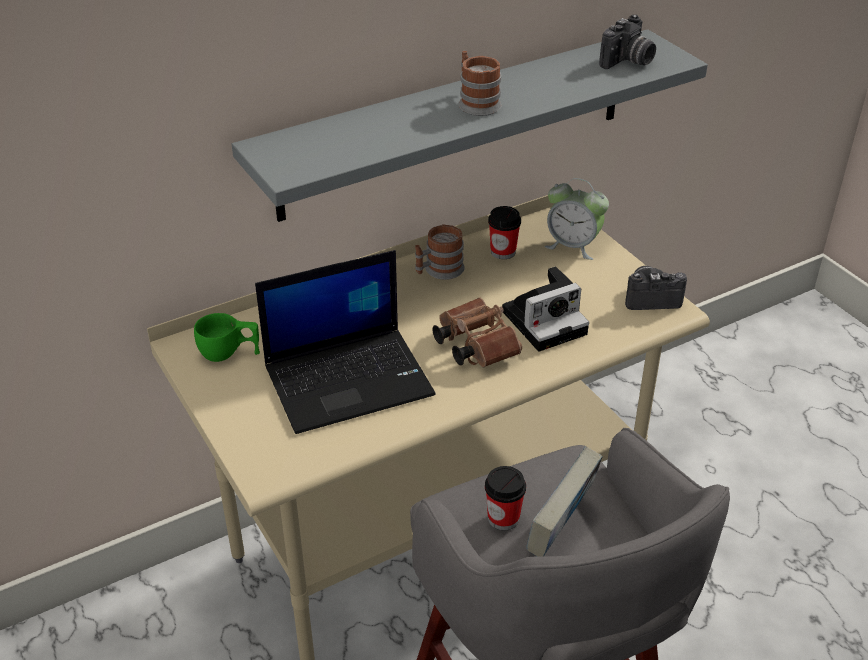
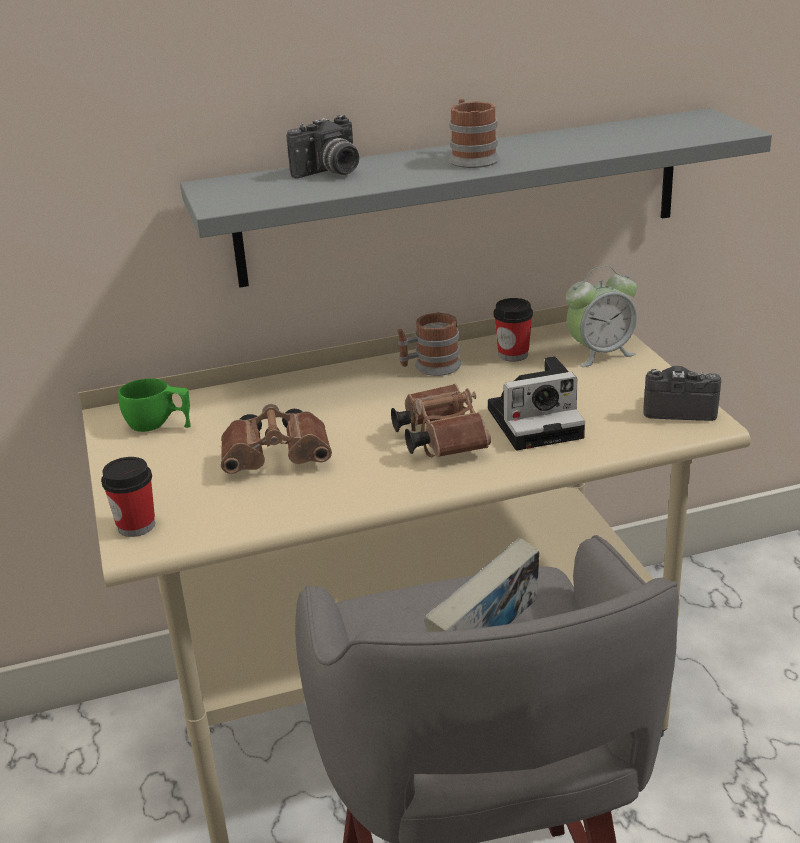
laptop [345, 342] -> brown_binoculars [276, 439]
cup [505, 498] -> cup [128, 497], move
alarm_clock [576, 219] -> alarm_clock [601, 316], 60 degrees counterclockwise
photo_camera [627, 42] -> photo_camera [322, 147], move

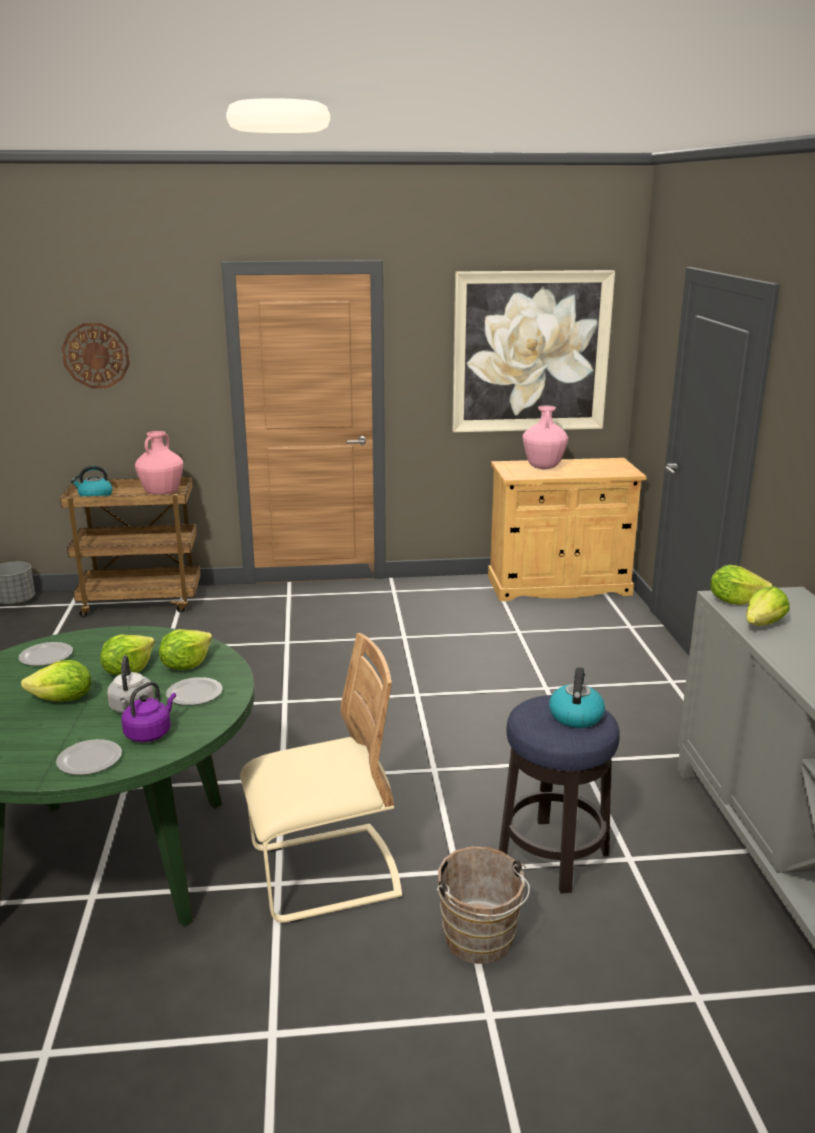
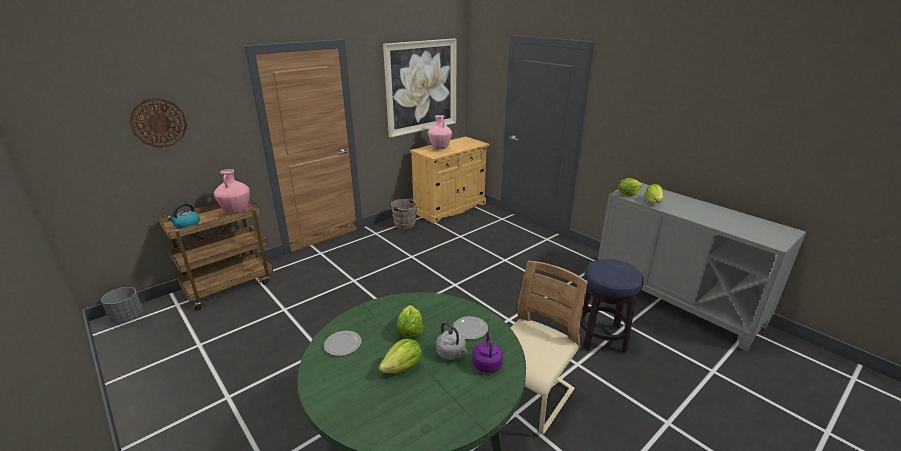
plate [89, 757] -> none
lettuce [185, 649] -> none
brown_bucket [483, 905] -> brown_bucket [405, 213], move
kettle [577, 697] -> none

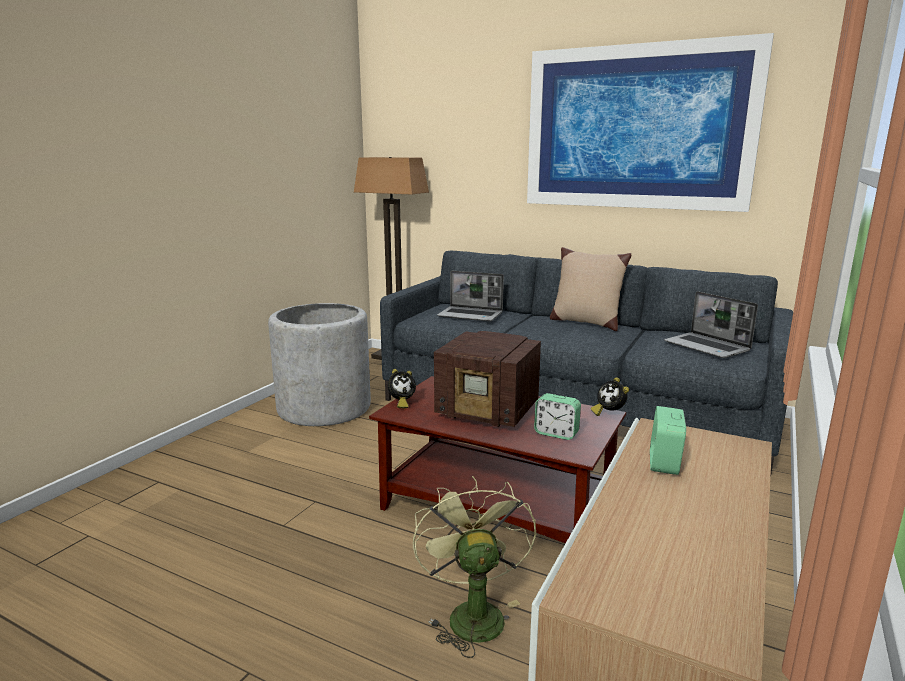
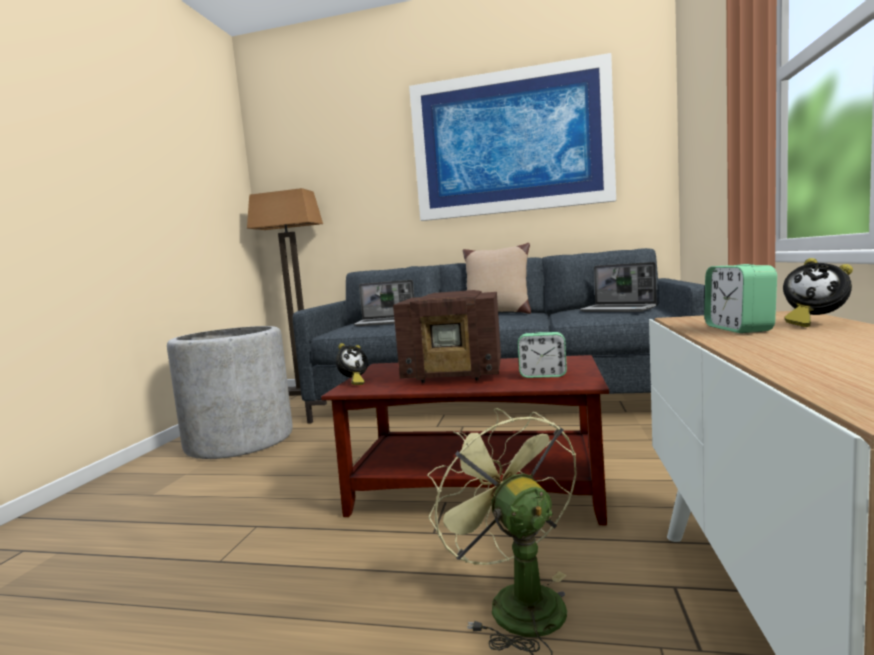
alarm_clock [610, 396] -> alarm_clock [818, 292], move

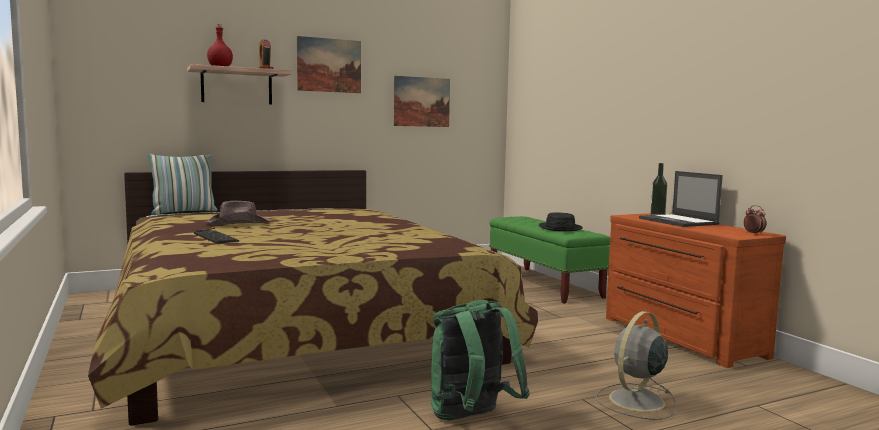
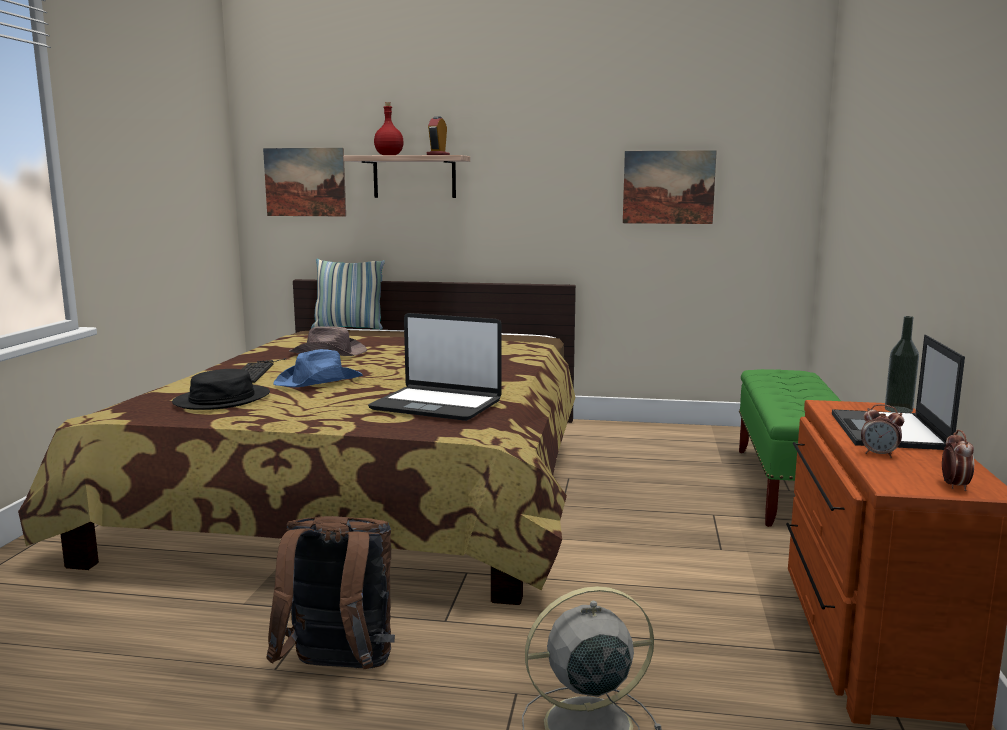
picture [329, 64] -> picture [304, 182], move
green_backpack [480, 360] -> brown_backpack [330, 592]
black_hat [561, 221] -> black_hat [221, 389], move
none -> blue_hat [318, 368]
none -> laptop [435, 367]
none -> alarm_clock [882, 431]

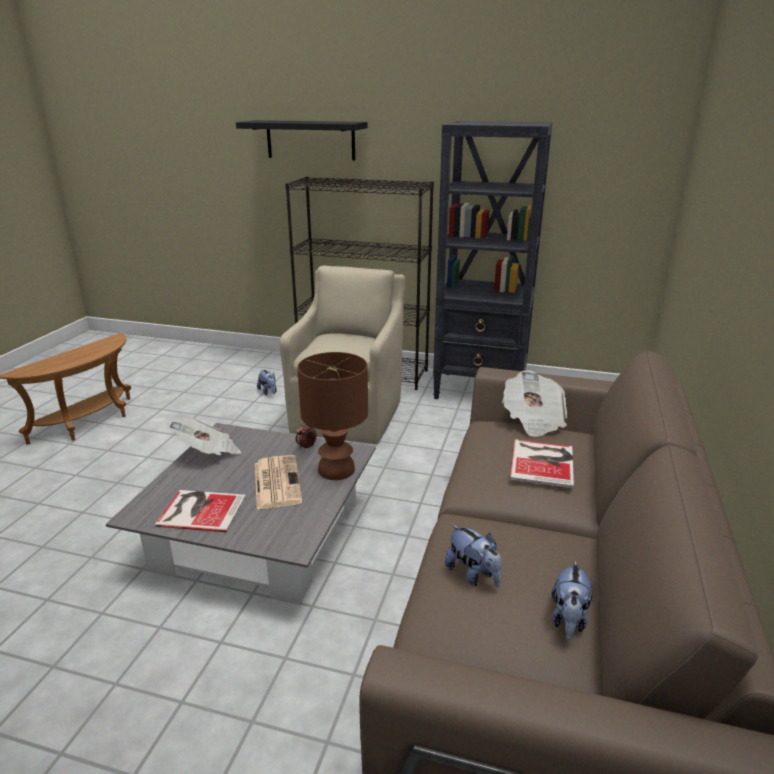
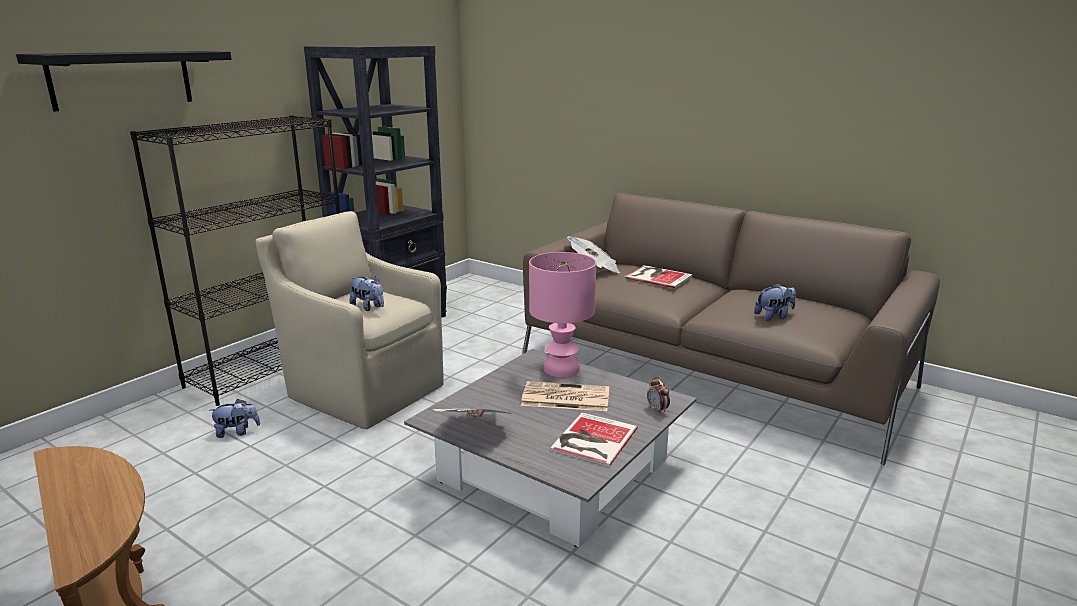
alarm_clock [306, 436] -> alarm_clock [658, 396], move
brown_table_lamp [332, 416] -> pink_table_lamp [562, 314]
plush_toy [571, 600] -> plush_toy [366, 293], move

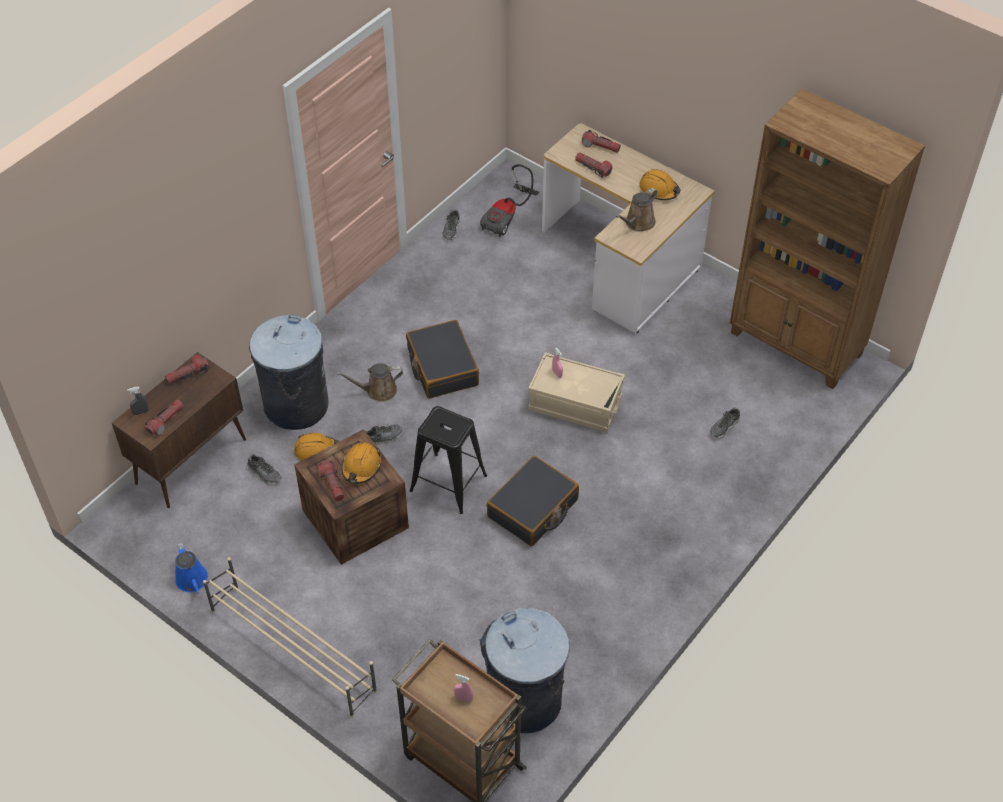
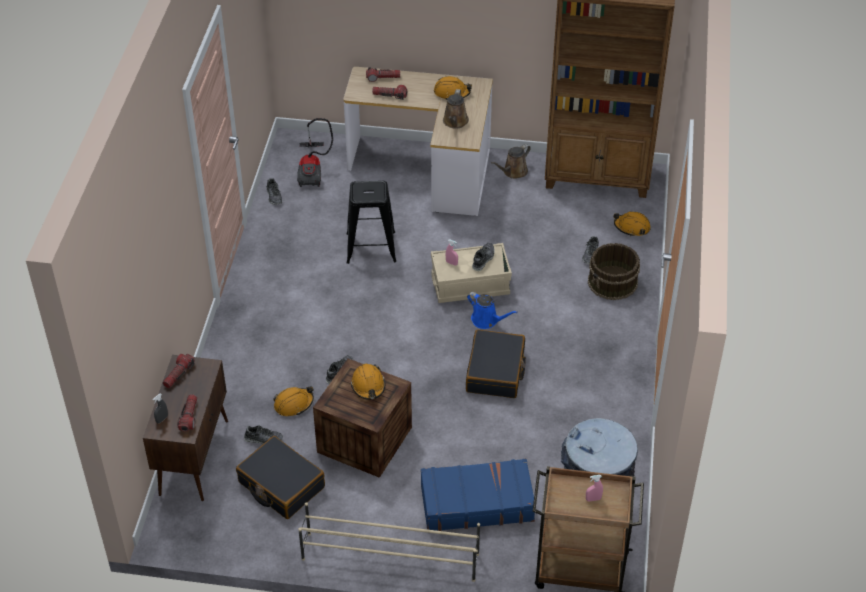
blue_watering_can [191, 568] -> blue_watering_can [492, 310], move
grey_trash_can [288, 372] -> none
flashlight [331, 480] -> none
brown_watering_can [369, 382] -> brown_watering_can [511, 161], move
black_suitcase [442, 359] -> black_suitcase [280, 477], move
black_stool [448, 460] -> black_stool [371, 222], move
none -> blue_suitcase [478, 495]
none -> shoe [483, 257]
none -> brown_bucket [614, 271]
none -> orange_hard_hat [632, 223]

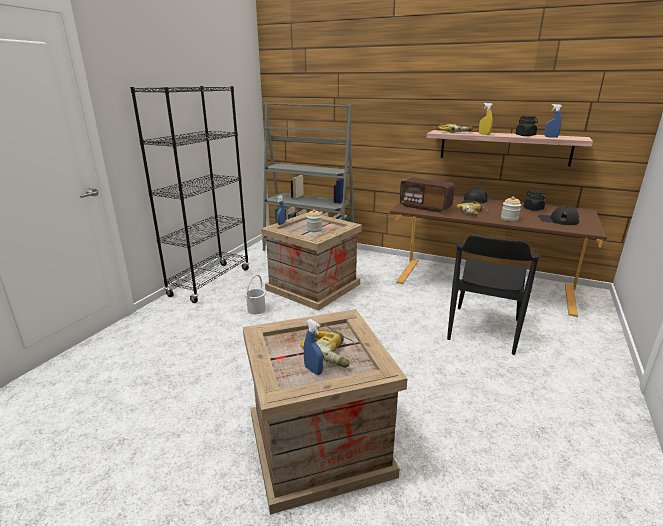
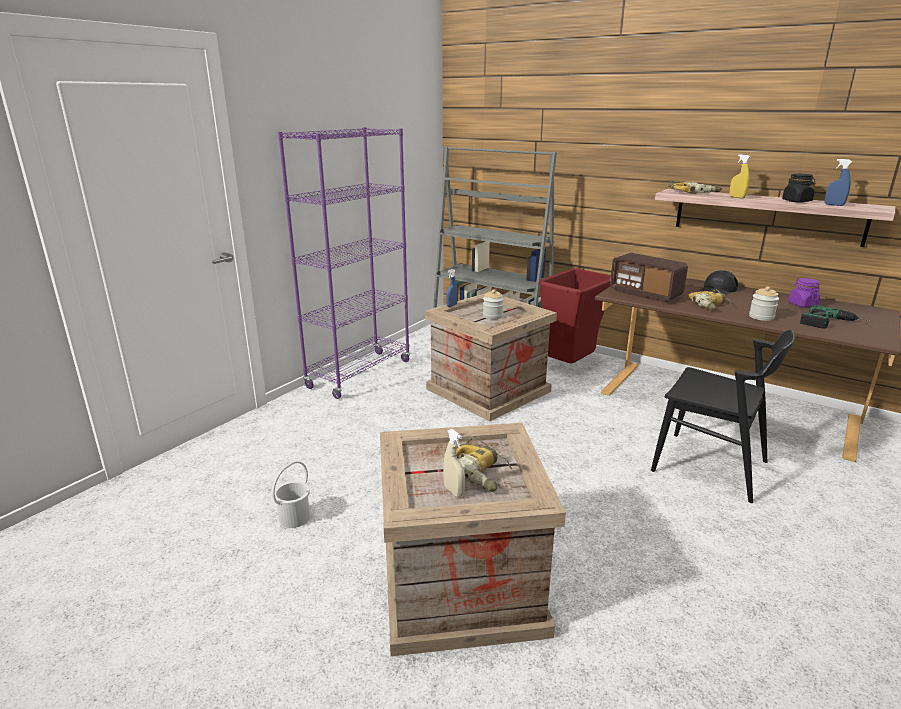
black_bookcase [189, 194] -> purple_bookcase [344, 263]
white_bucket [255, 294] -> white_bucket [291, 494], move
blue_spray_bottle [313, 347] -> beige_spray_bottle [454, 463]
black_chair [493, 295] -> black_chair [723, 416], 90 degrees counterclockwise
black_jar [534, 200] -> purple_jar [804, 292]
black_cap [558, 215] -> power_drill [835, 317]
none -> red_trash_can [575, 315]

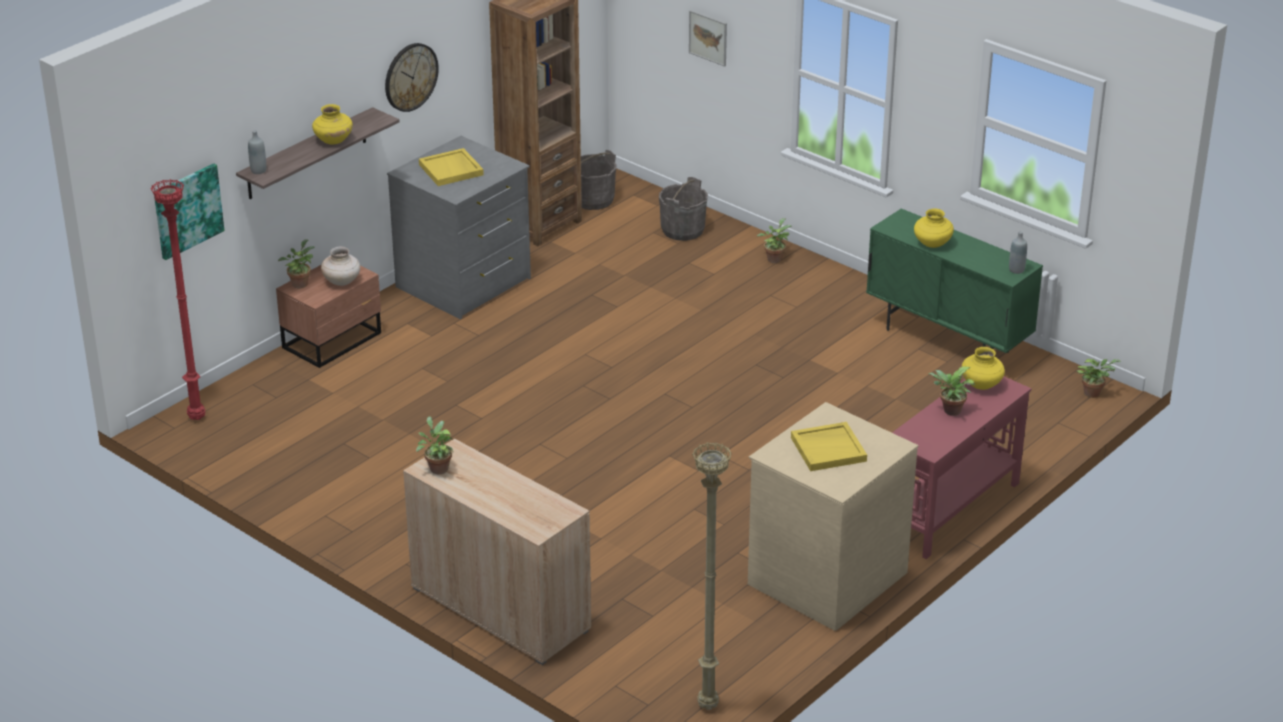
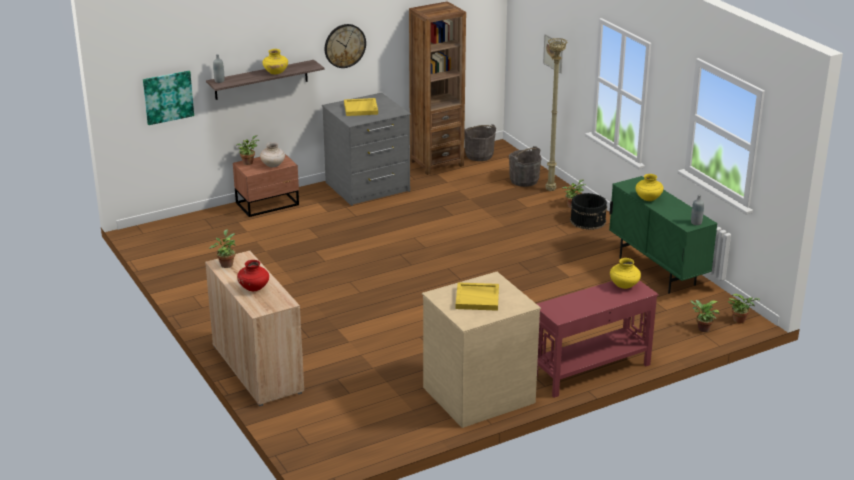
red_floor_lamp [178, 299] -> none
beige_floor_lamp [712, 576] -> beige_floor_lamp [556, 114], move
potted_plant [951, 391] -> potted_plant [705, 316], move
none -> red_vase [253, 275]
none -> black_bucket [588, 211]

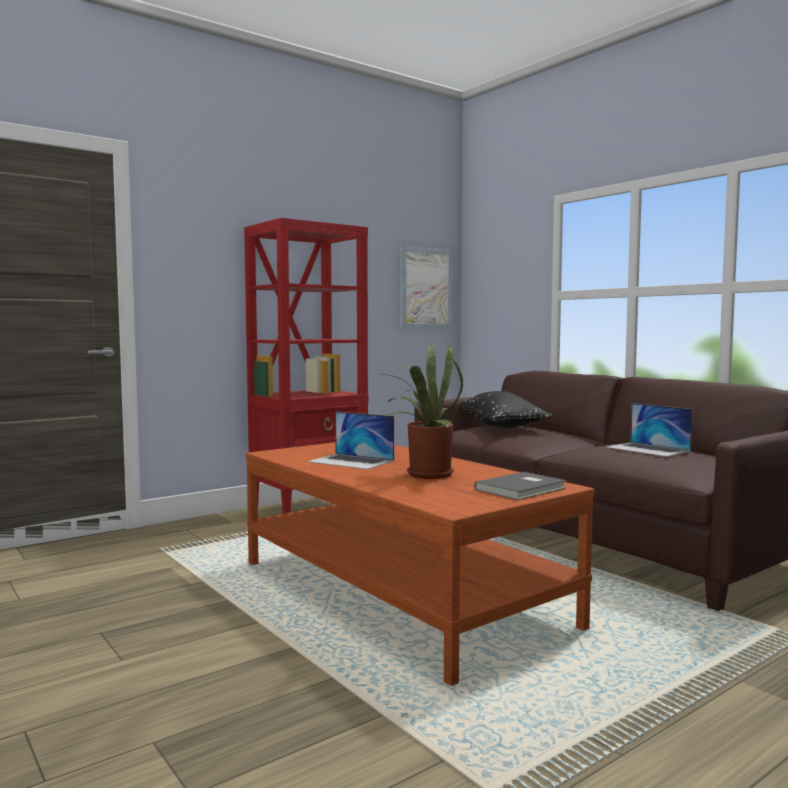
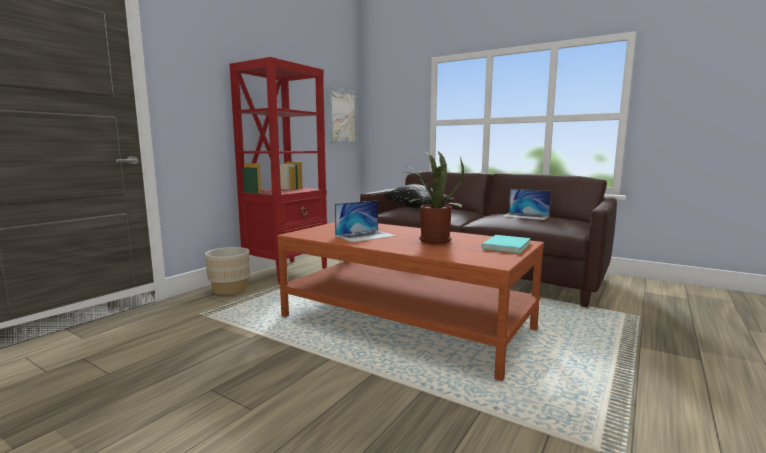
laptop [351, 440] -> laptop [366, 221], 45 degrees counterclockwise
grey_book [520, 486] -> turquoise_book [506, 244]
none -> beige_planter [227, 271]

